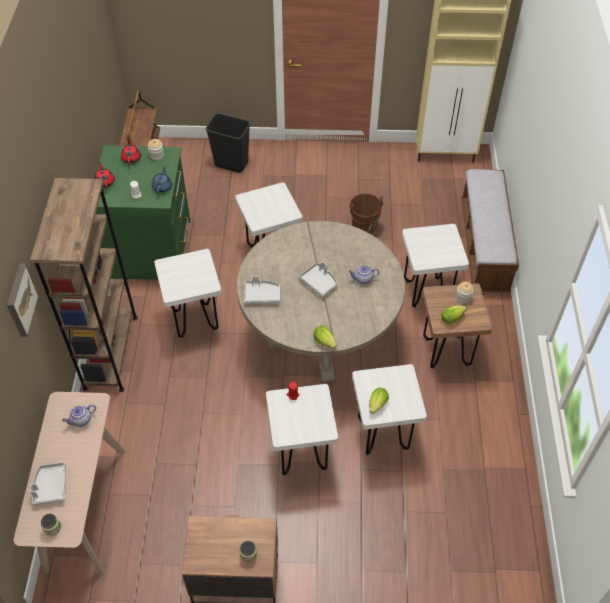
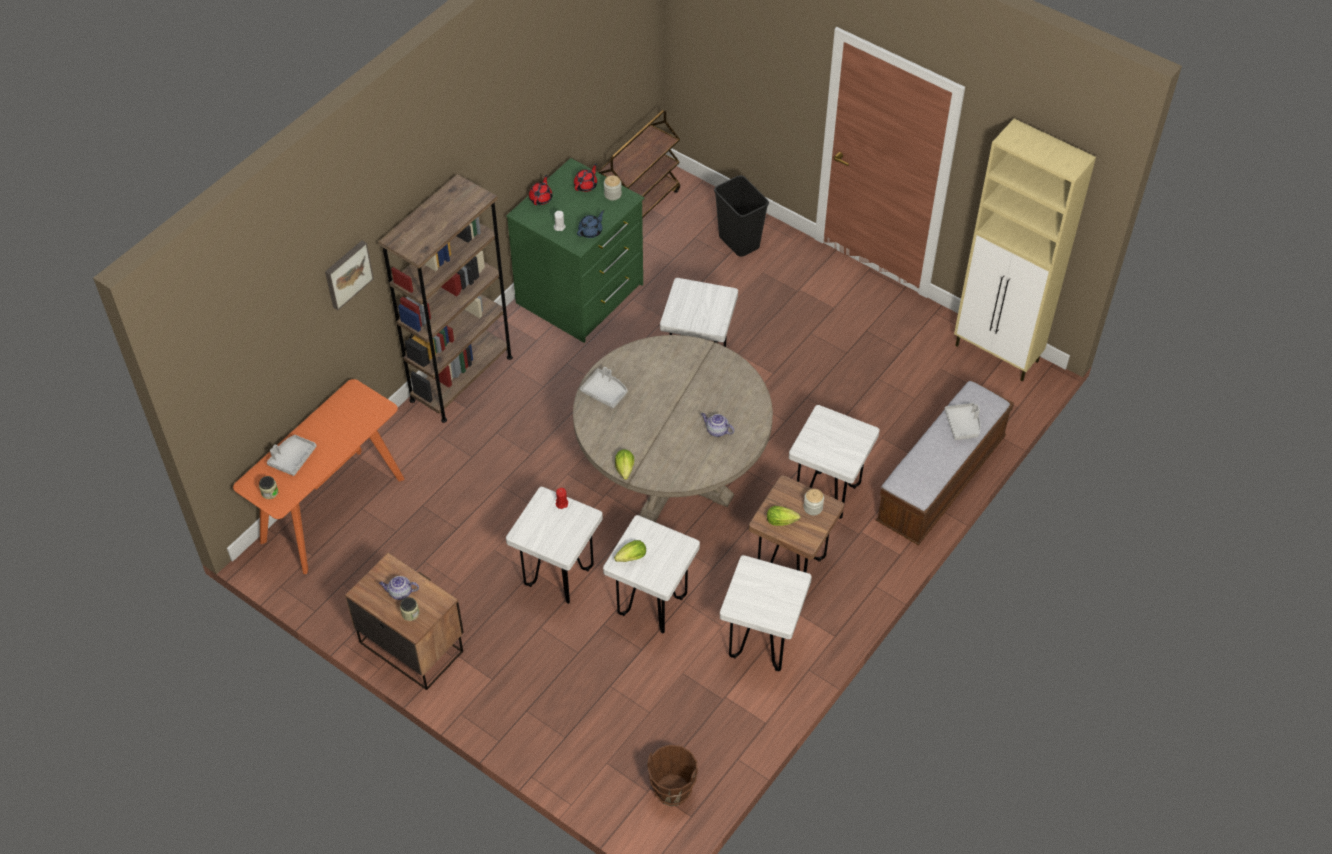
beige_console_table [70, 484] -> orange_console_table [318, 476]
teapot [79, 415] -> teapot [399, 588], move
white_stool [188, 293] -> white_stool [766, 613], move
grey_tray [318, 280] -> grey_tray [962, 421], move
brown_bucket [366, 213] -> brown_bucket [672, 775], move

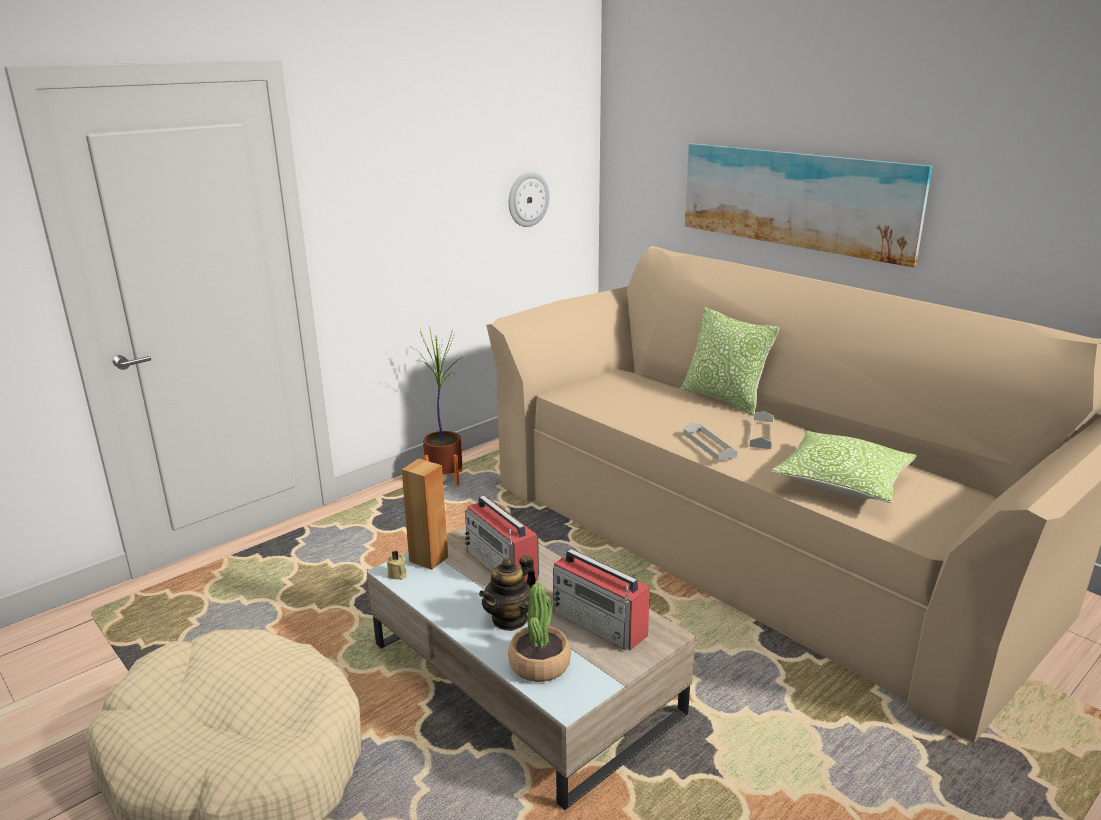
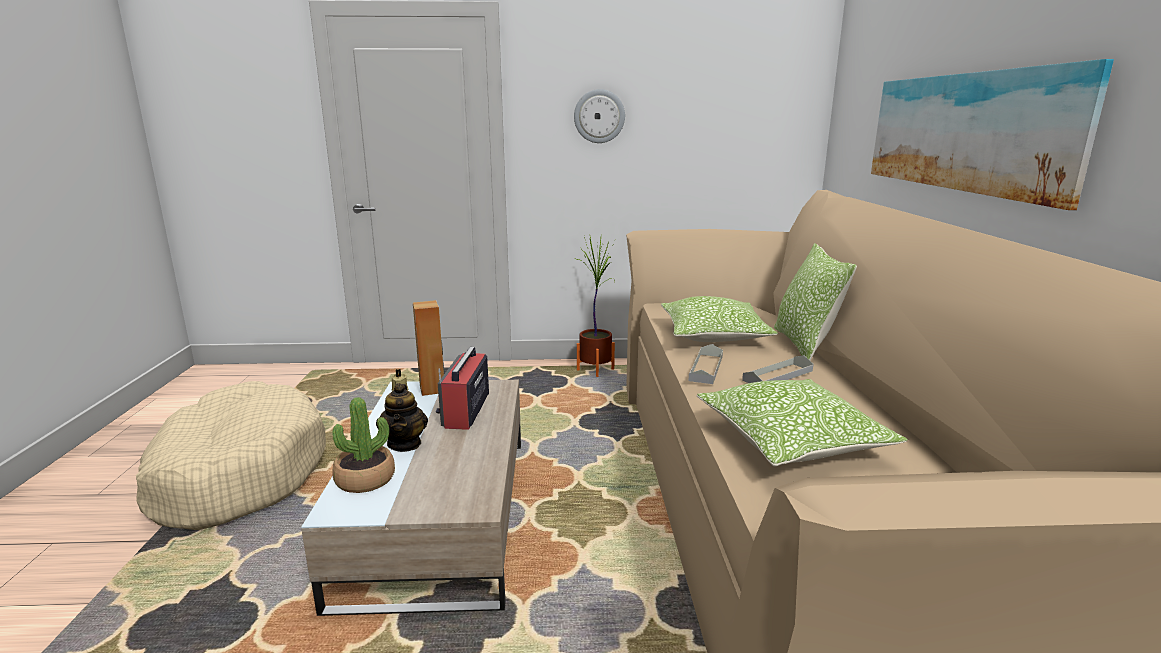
teapot [507, 593] -> teapot [402, 417], 90 degrees counterclockwise
wall_clock [529, 199] -> wall_clock [599, 116], move
radio [601, 600] -> none
none -> pillow [719, 319]

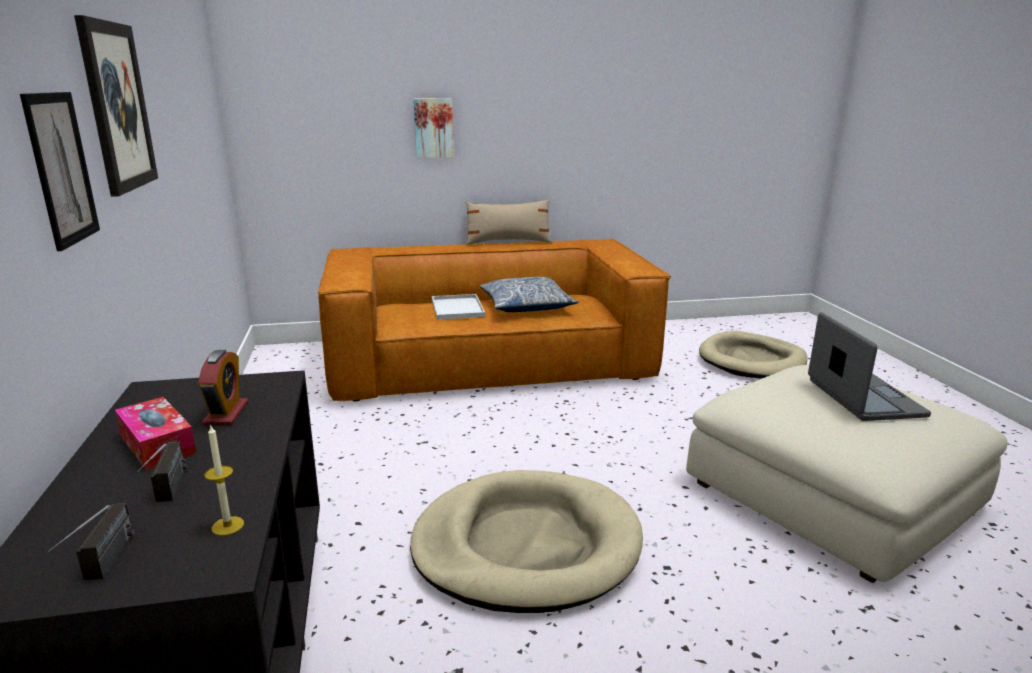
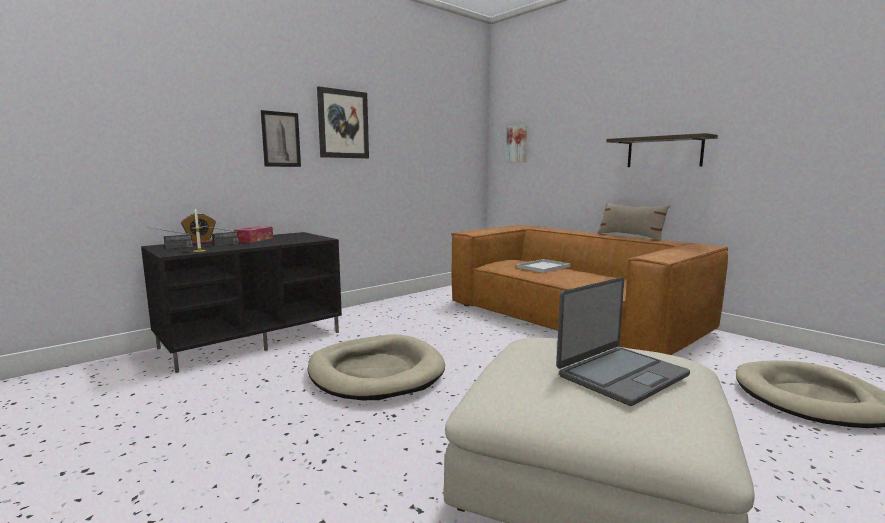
alarm_clock [223, 388] -> alarm_clock [198, 228], move
picture [433, 128] -> picture [516, 143], move
pillow [529, 294] -> none
none -> shelf [662, 150]

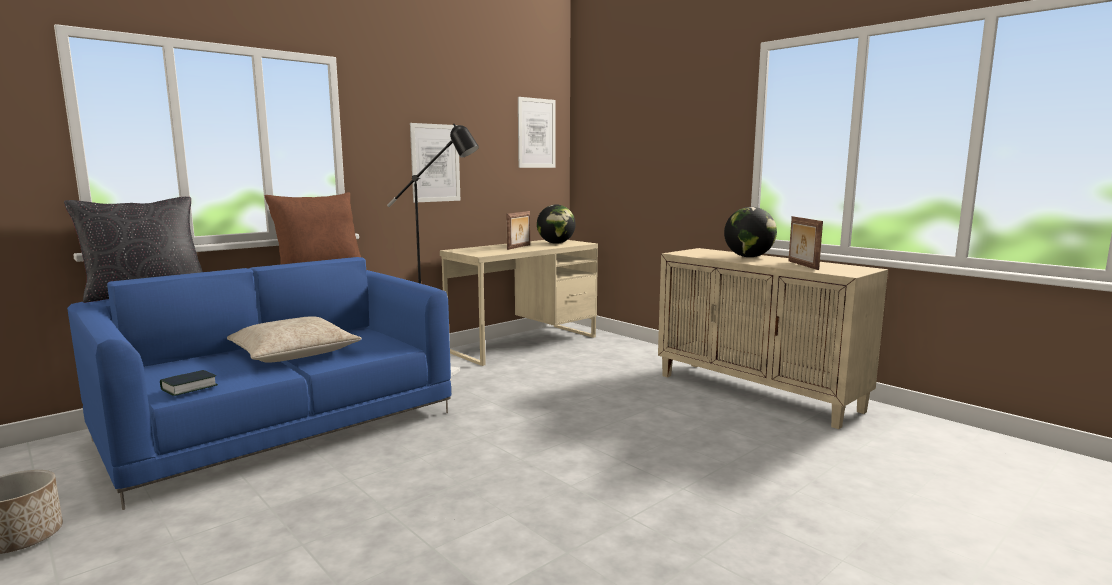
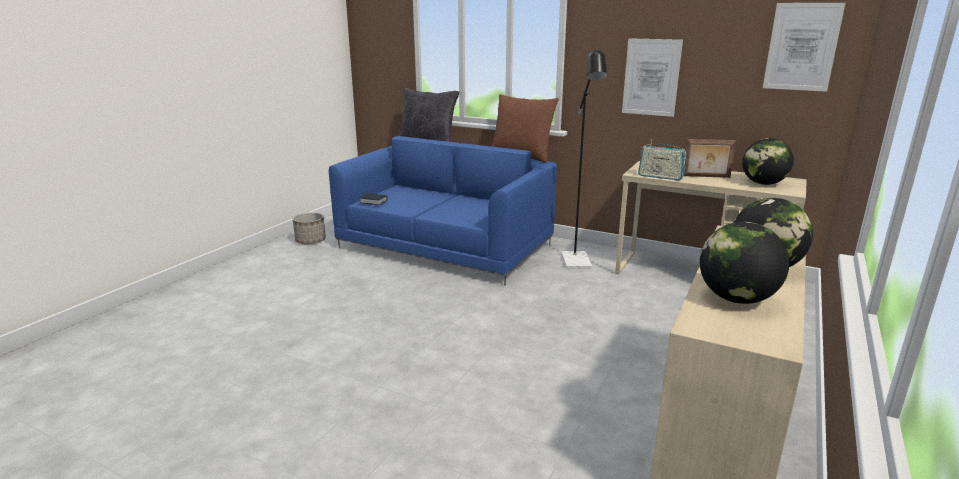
beige_pillow [294, 339] -> none
picture_frame [805, 243] -> globe [744, 263]
none -> radio [662, 160]

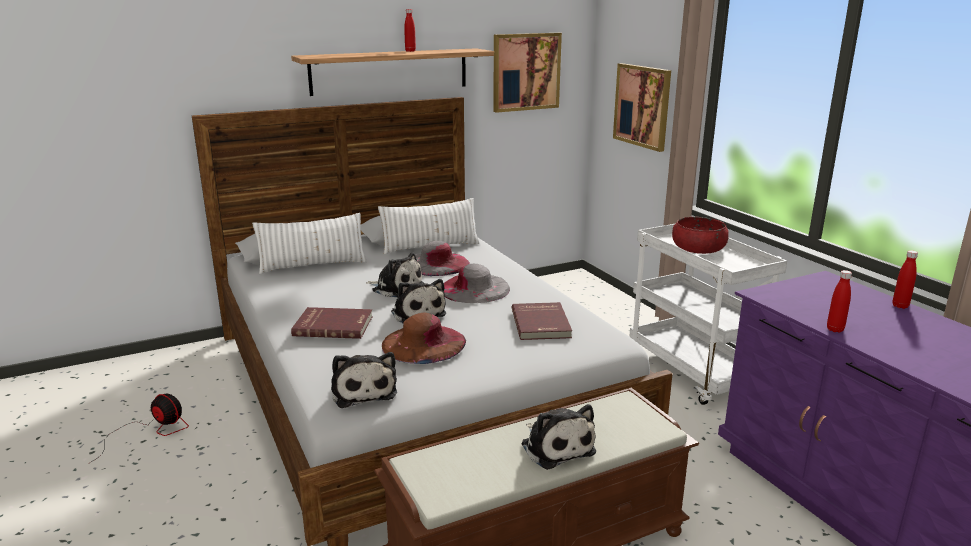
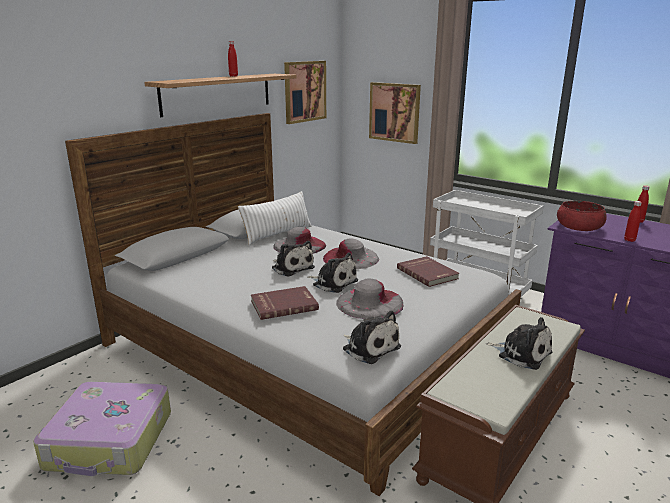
fan [139, 428] -> suitcase [102, 429]
white_pillow [309, 243] -> none
plush_toy [395, 274] -> plush_toy [293, 259], 45 degrees clockwise
brown_hat [424, 338] -> grey_hat [369, 298]
red_bowl [700, 235] -> red_bowl [582, 216], move

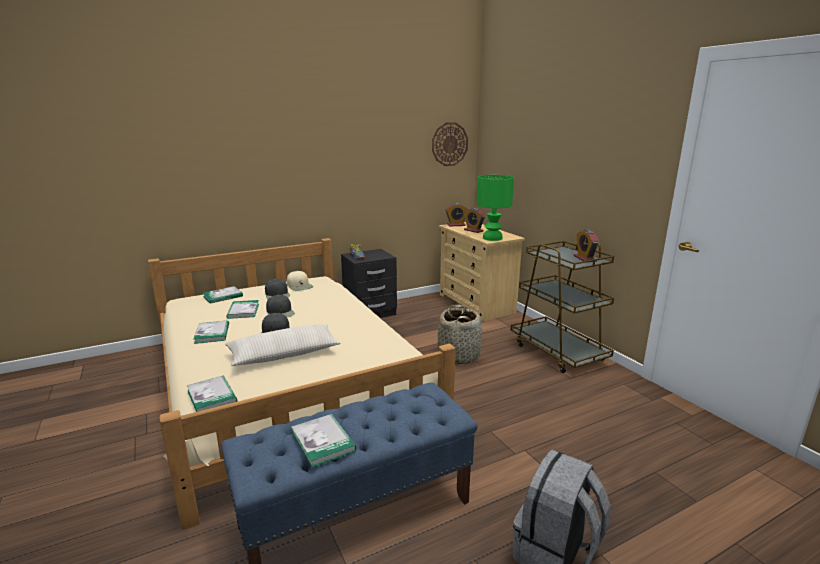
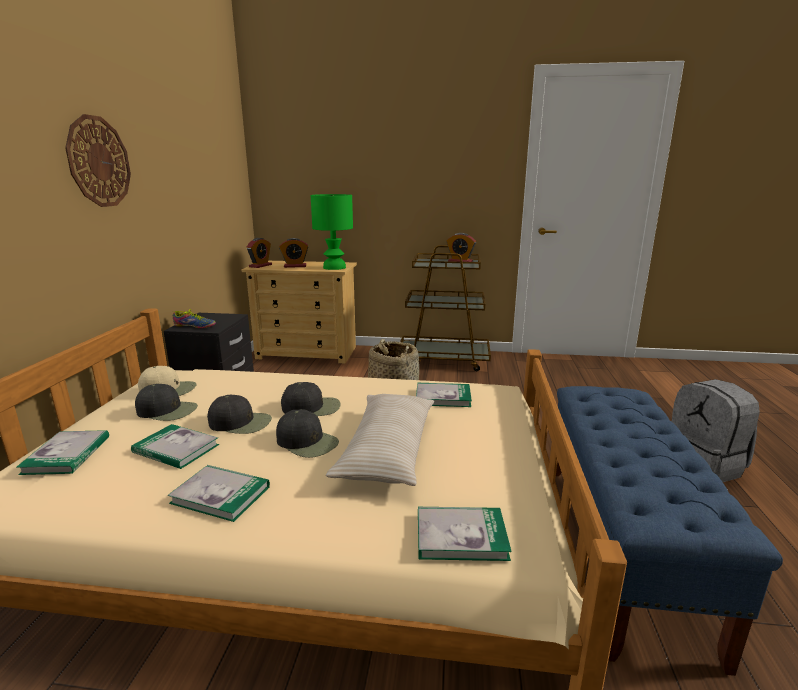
book [323, 441] -> book [444, 395], move
wall_clock [450, 144] -> wall_clock [98, 160], move
none -> black_cap [311, 399]

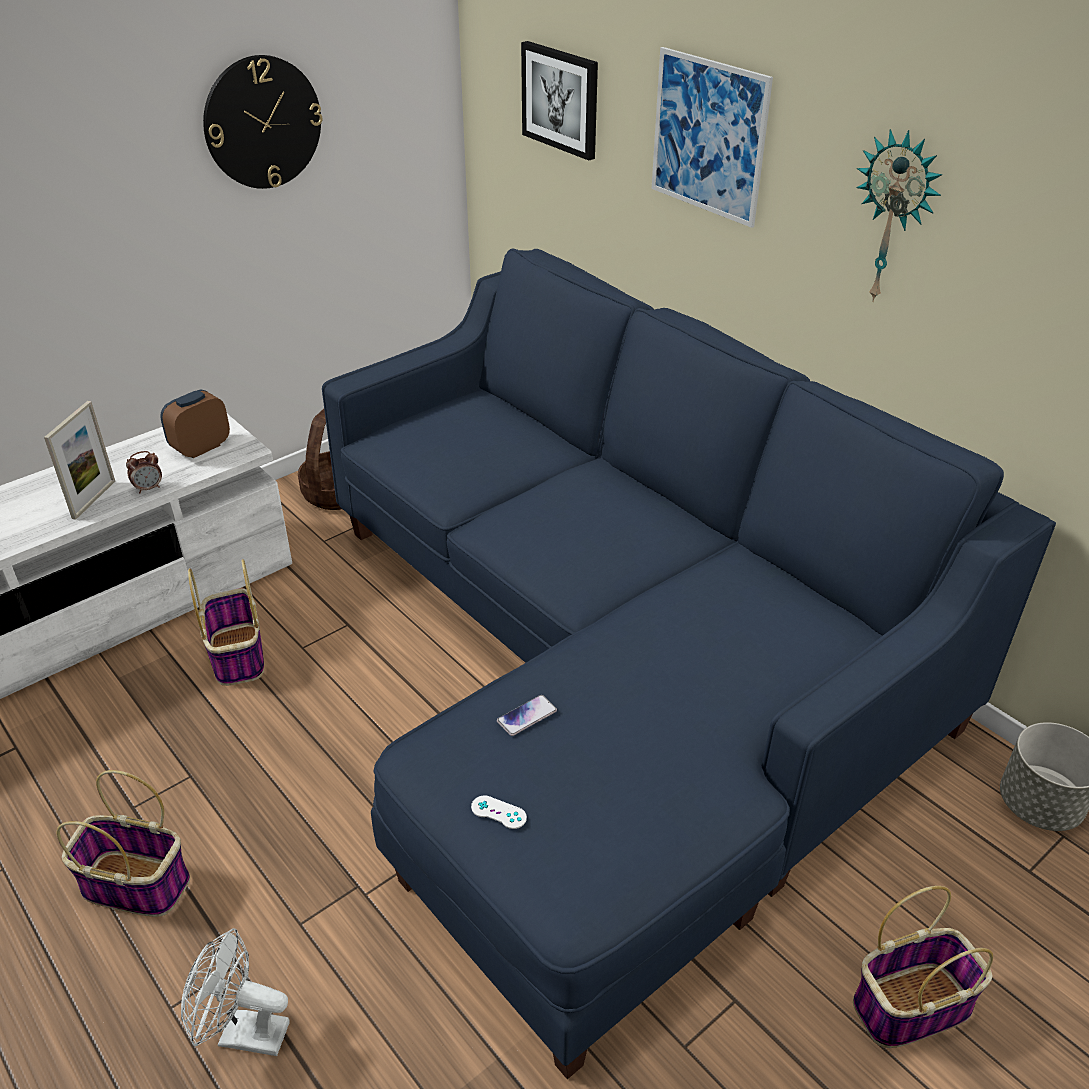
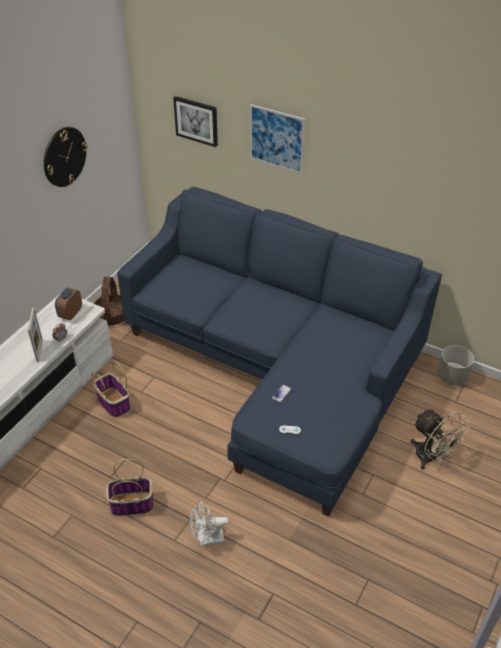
basket [923, 967] -> beige_fan [440, 439]
wall_clock [899, 215] -> none

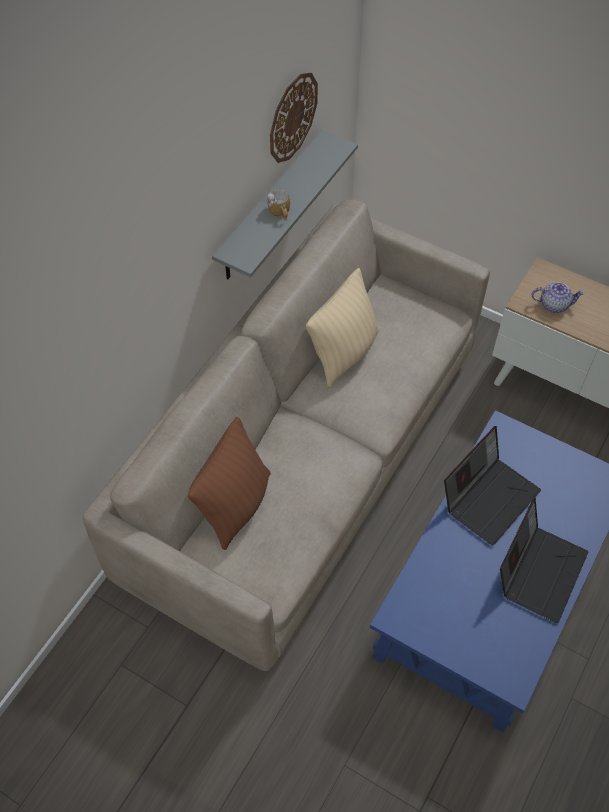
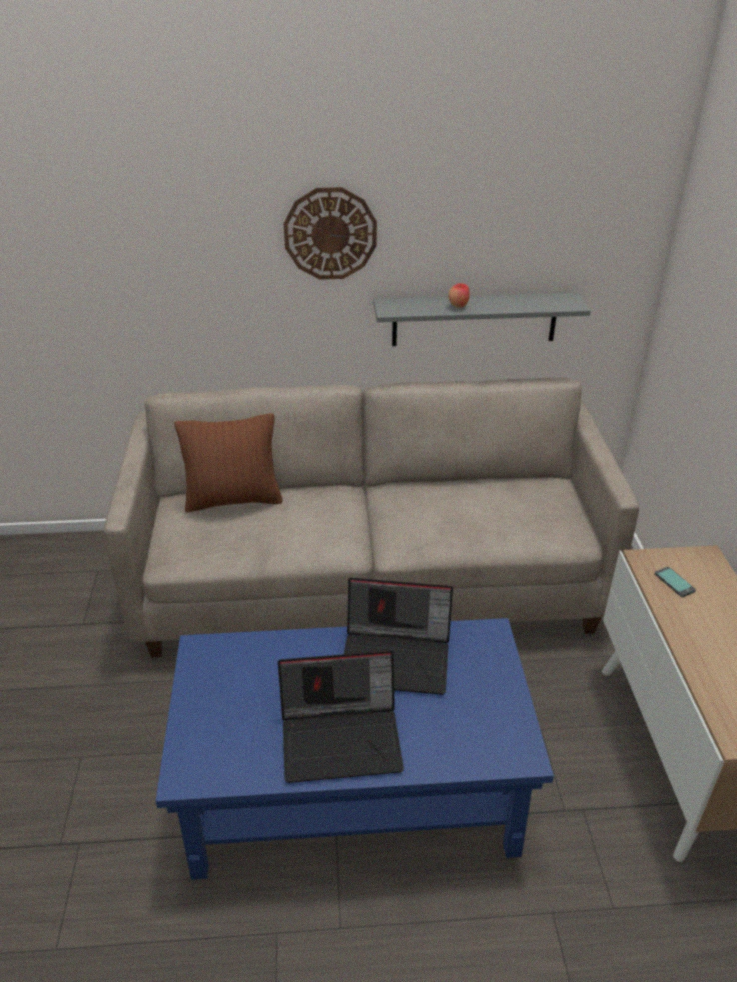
mug [278, 205] -> apple [459, 295]
wall_clock [294, 118] -> wall_clock [330, 233], move
beige_pillow [342, 328] -> none
teapot [558, 297] -> phone [675, 582]

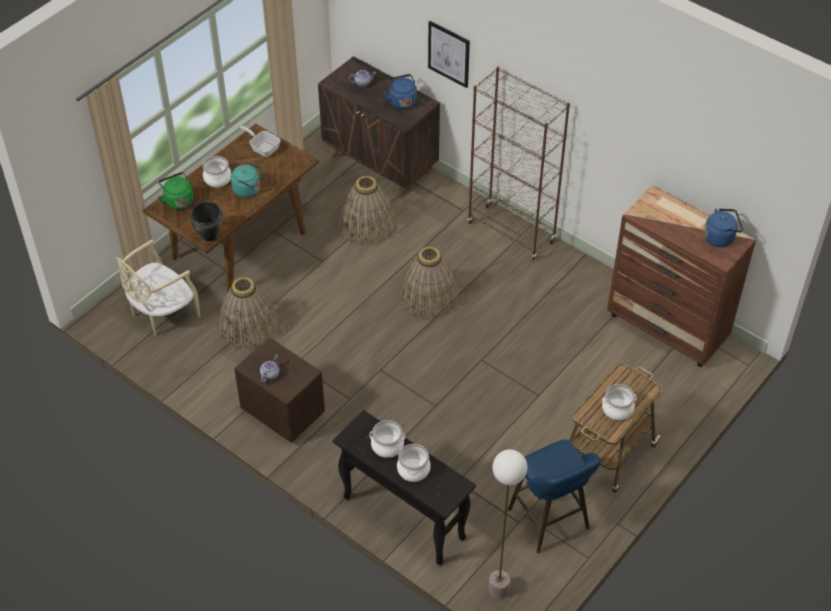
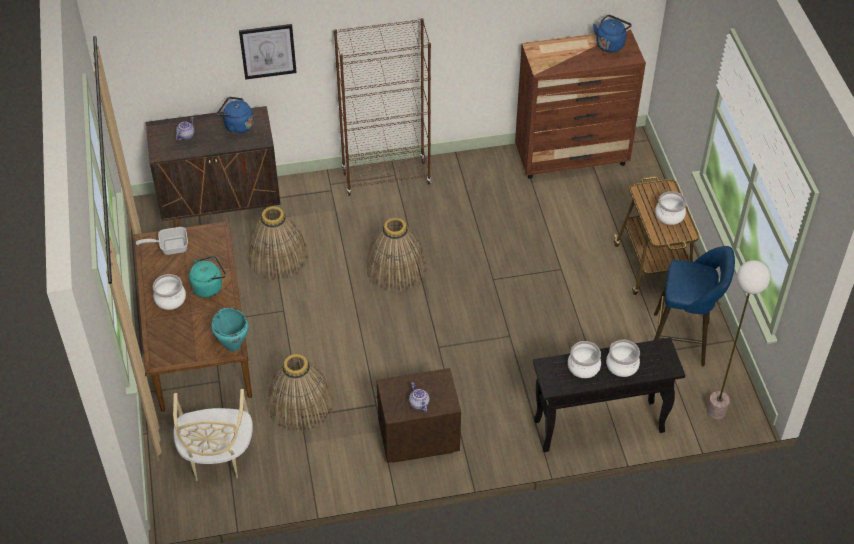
green_kettle [175, 191] -> none
black_cooking_pot [206, 221] -> turquoise_cooking_pot [230, 329]

